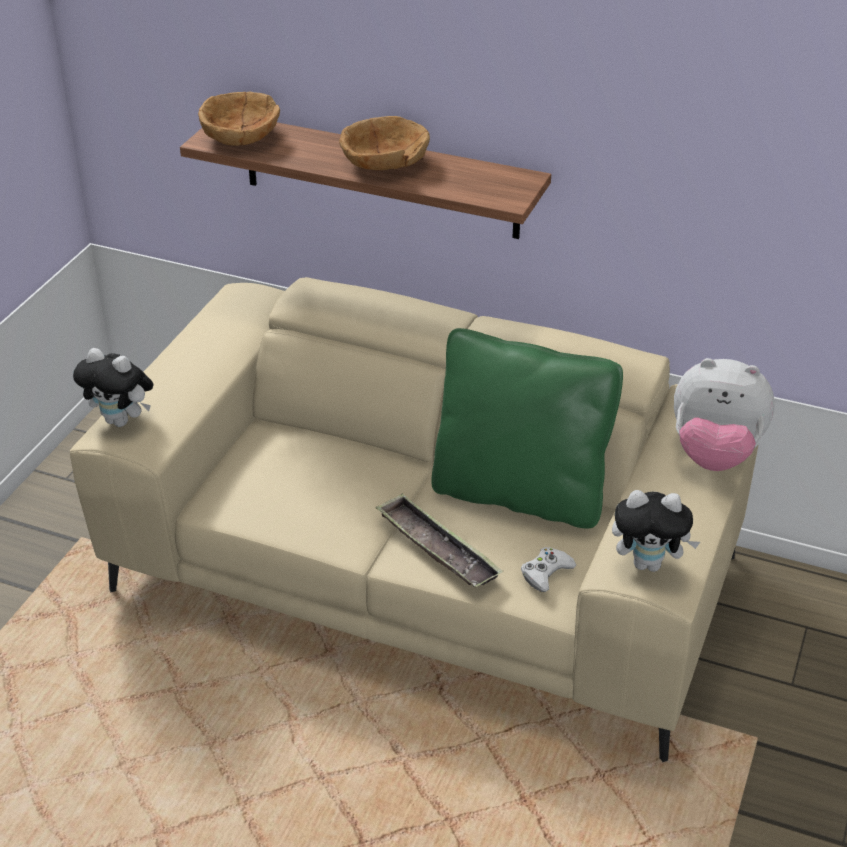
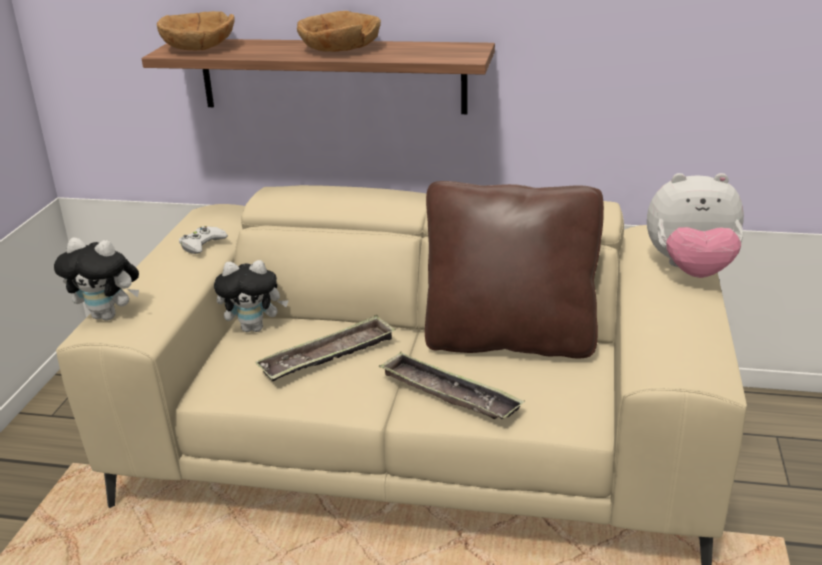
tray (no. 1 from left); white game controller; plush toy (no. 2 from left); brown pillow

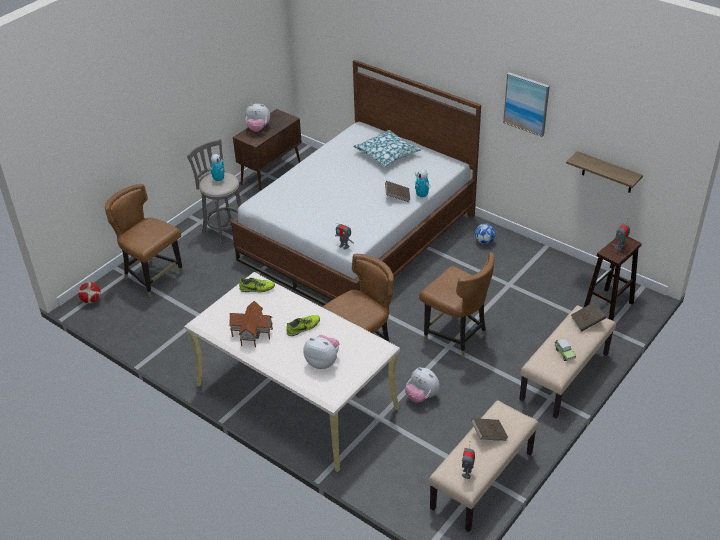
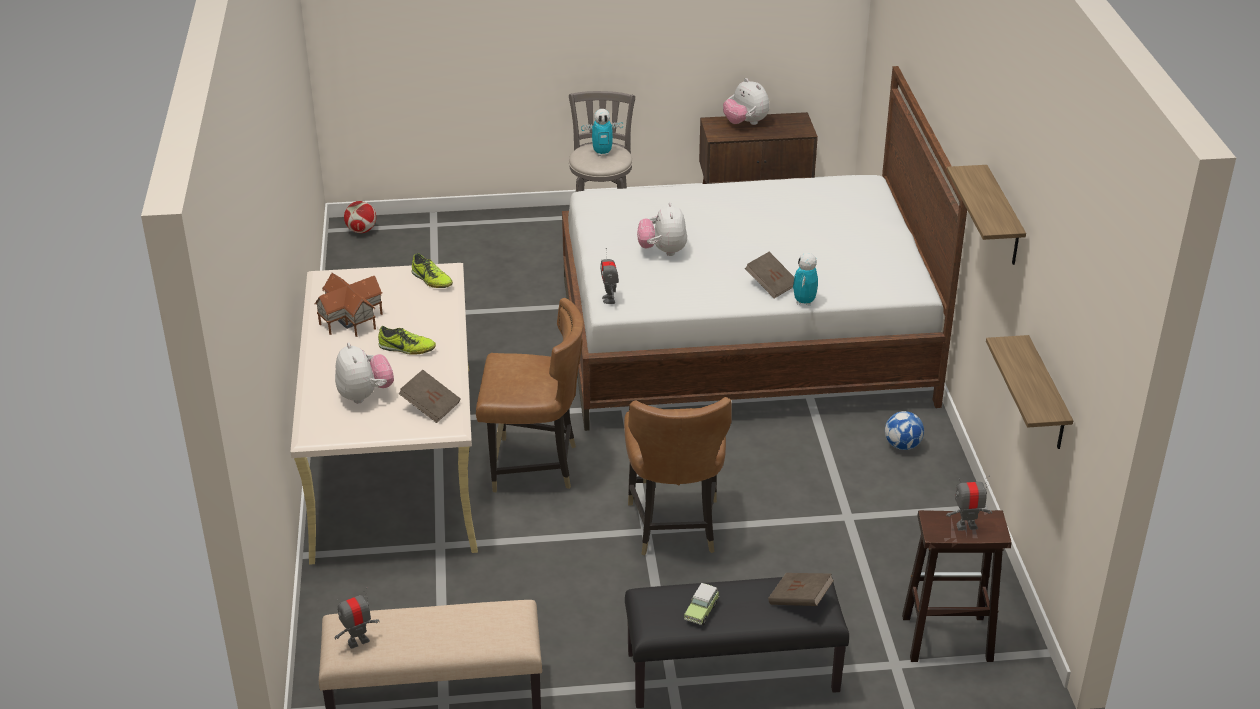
brown chair (no. 1 from left in the first image); pillow; plush toy (no. 2 from left); brown book (no. 1 from left); shelf (no. 1 from left); black bench

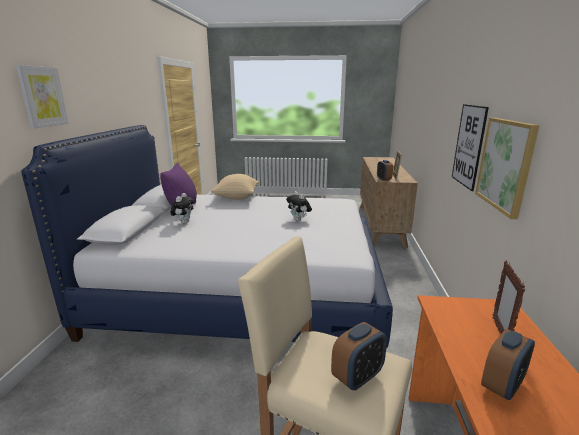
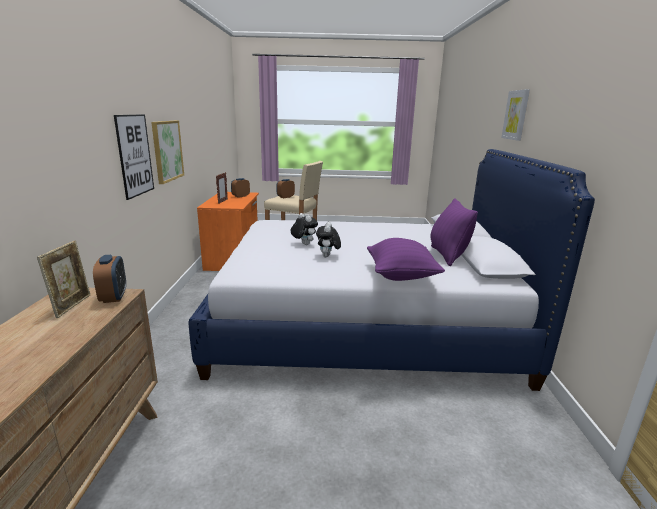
plush toy (no. 2 from left); purple pillow (no. 1 from left)

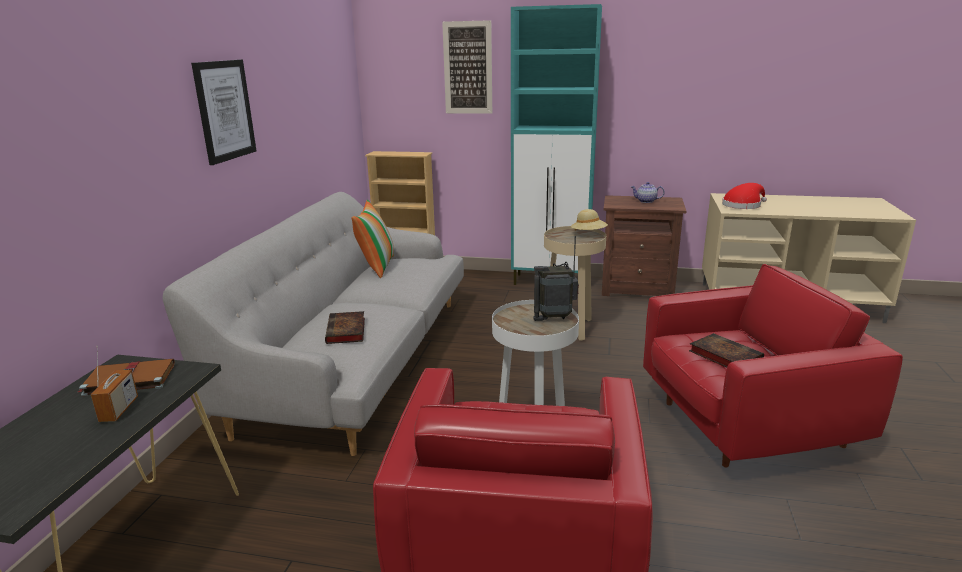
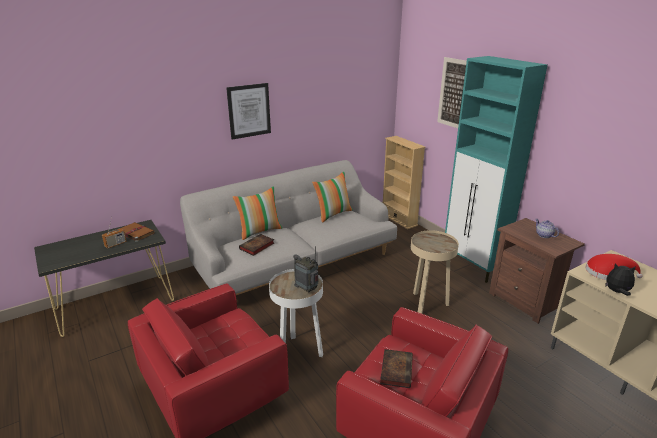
beige hat; pillow (no. 1 from left); plush toy

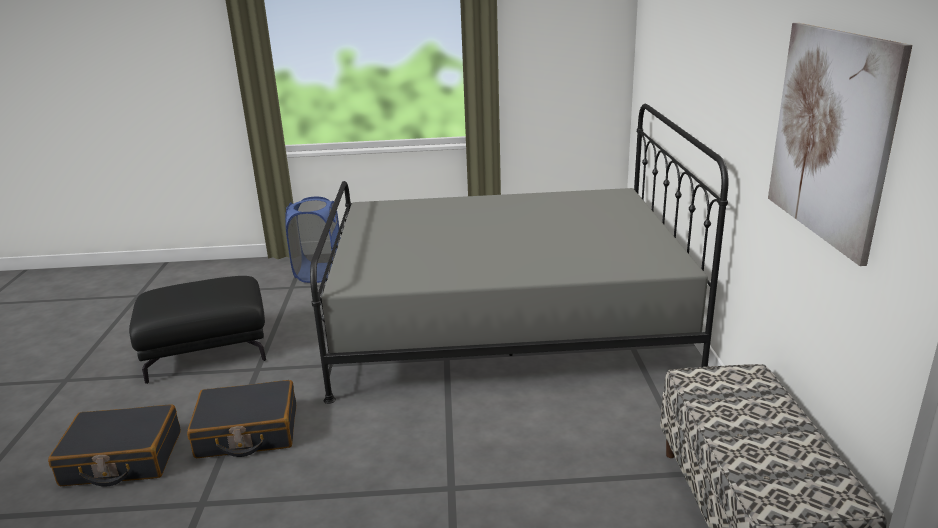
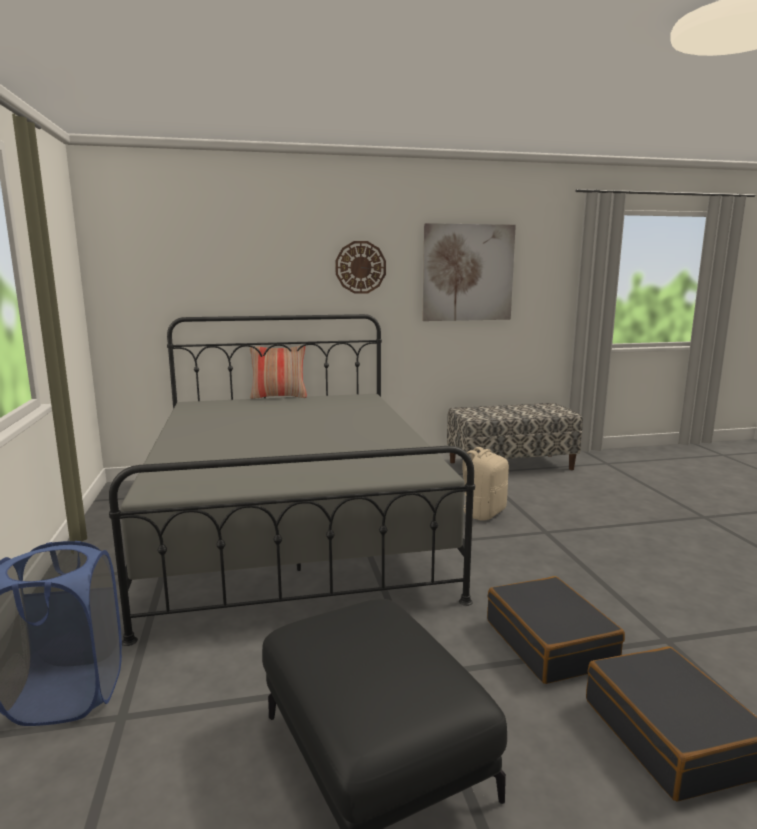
pillow; wall clock; beige backpack

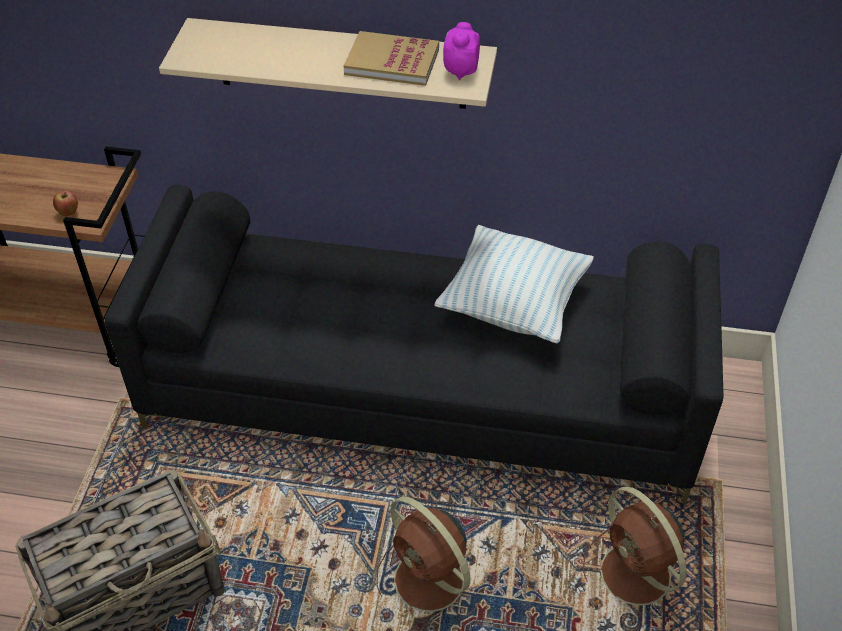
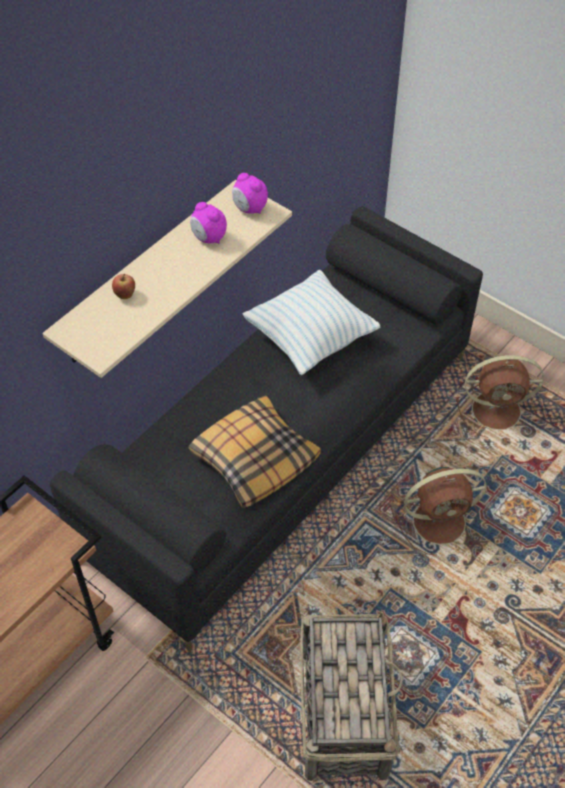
pillow (no. 1 from left); apple; alarm clock (no. 1 from left)

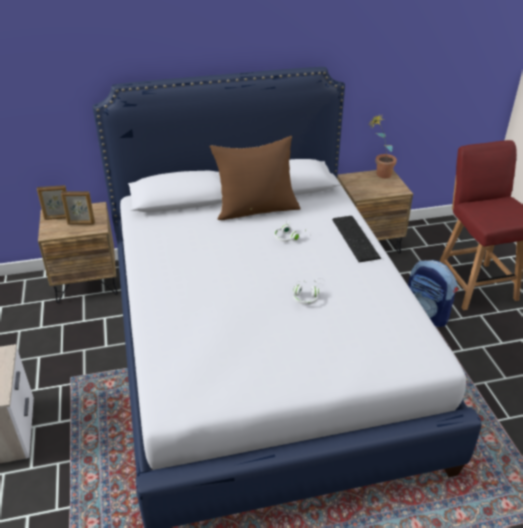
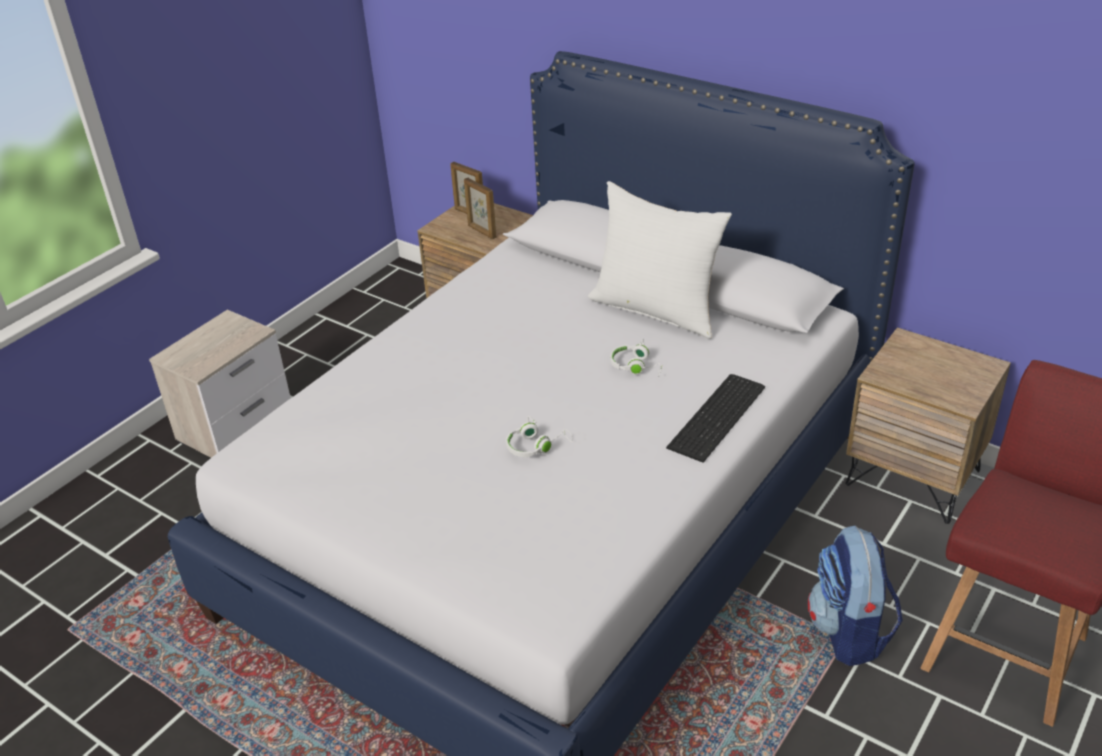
potted plant; white pillow

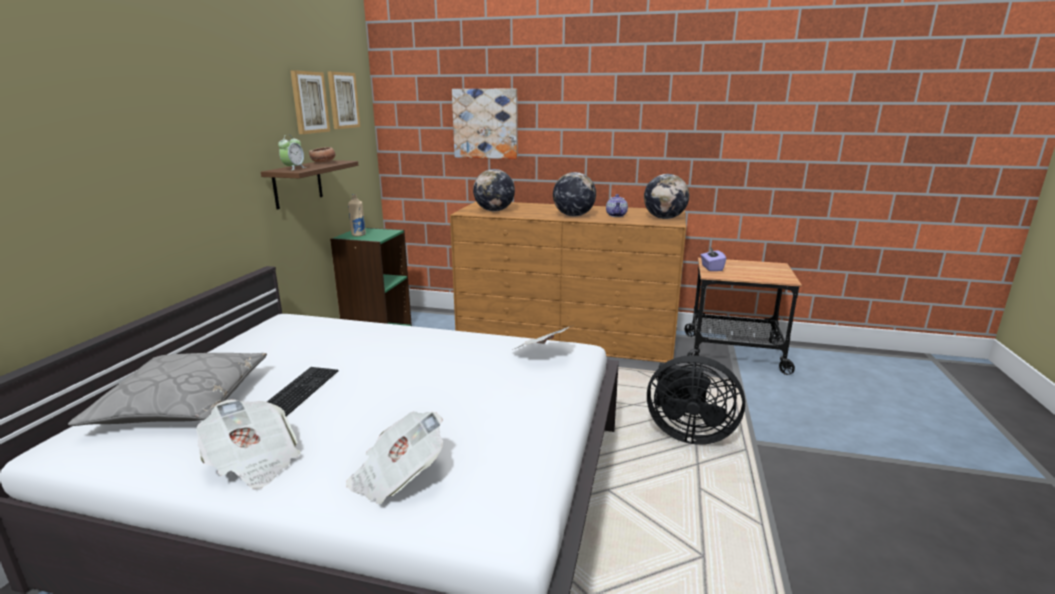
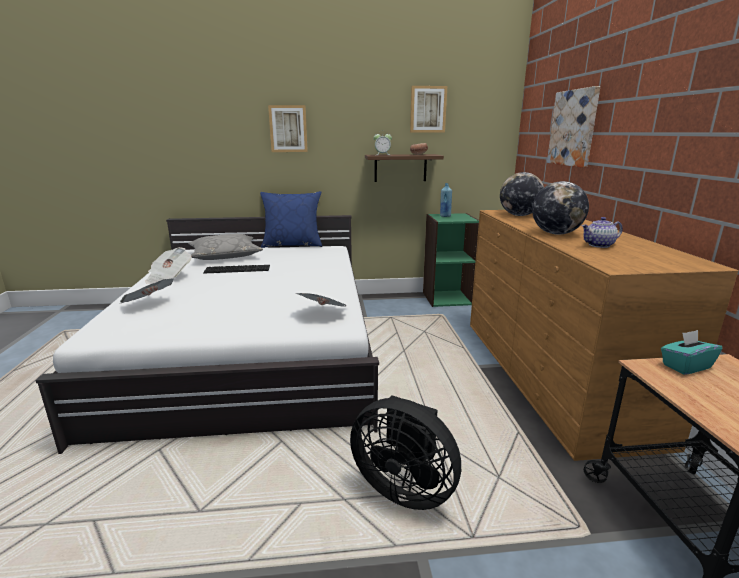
globe (no. 3 from left in the first image); blue pillow; picture (no. 1 from left); blue bottle; turquoise tissue box; black fan

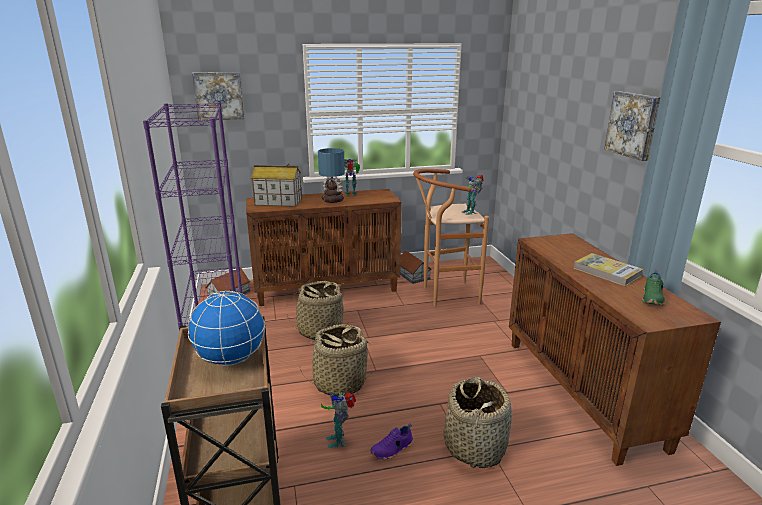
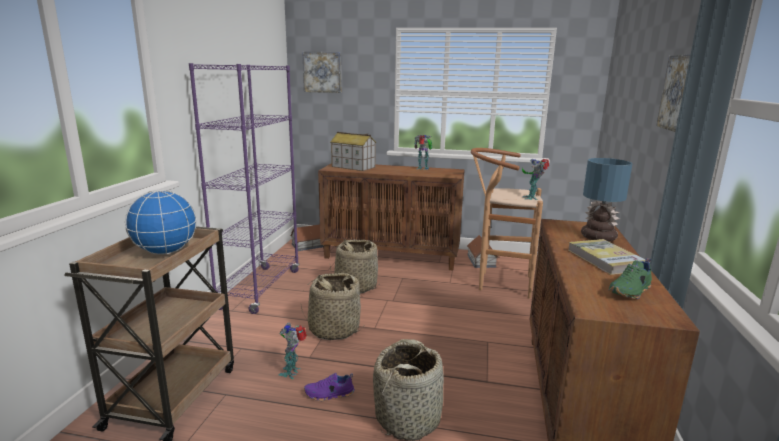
table lamp

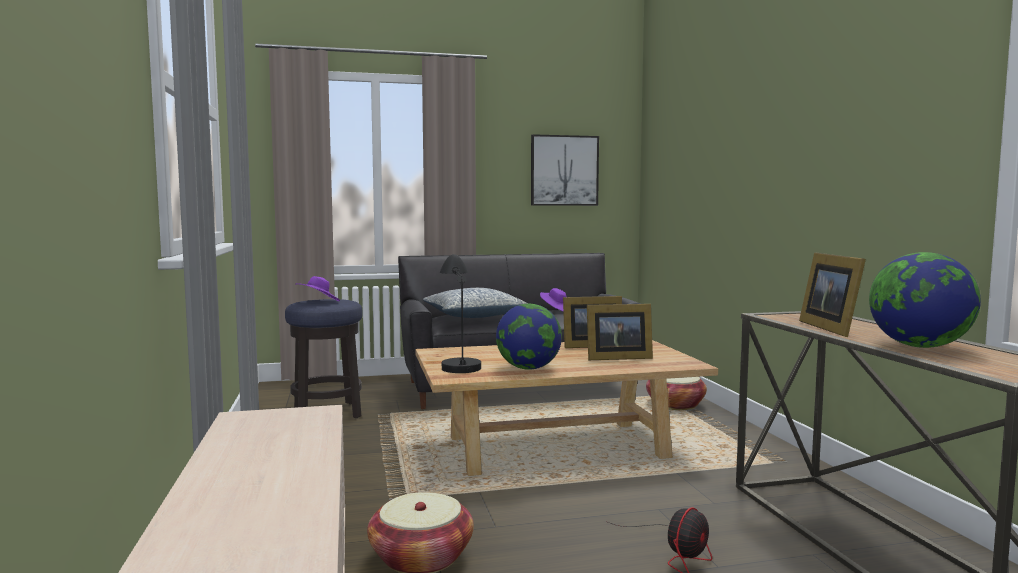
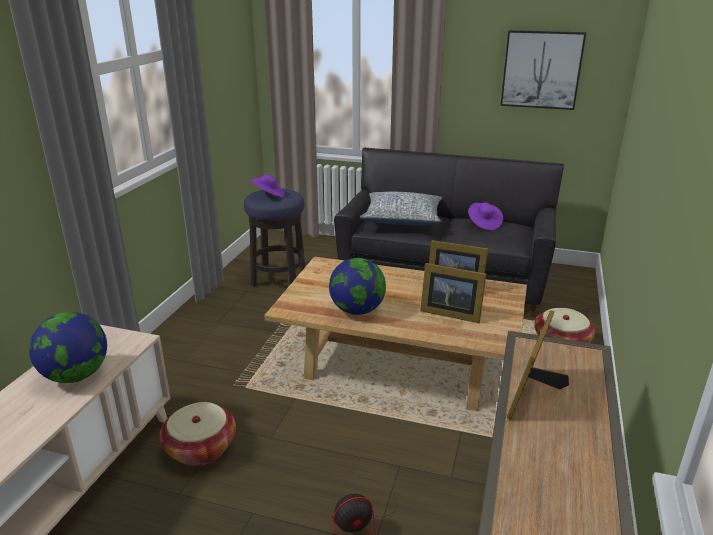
black table lamp; globe (no. 1 from left)

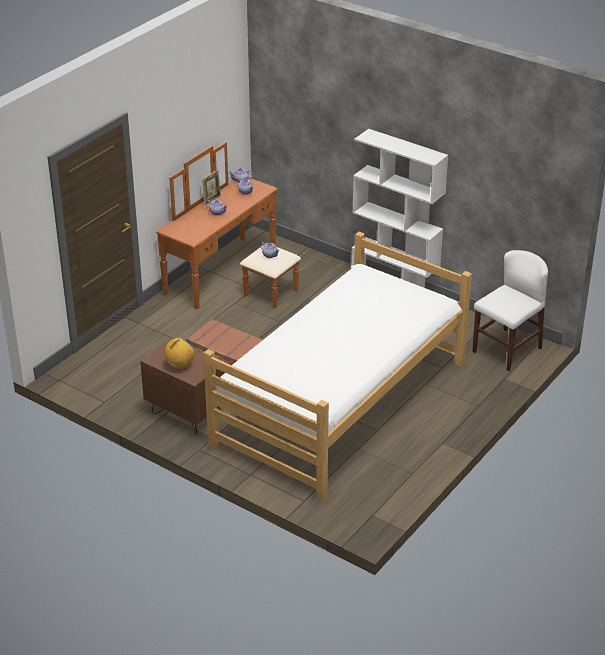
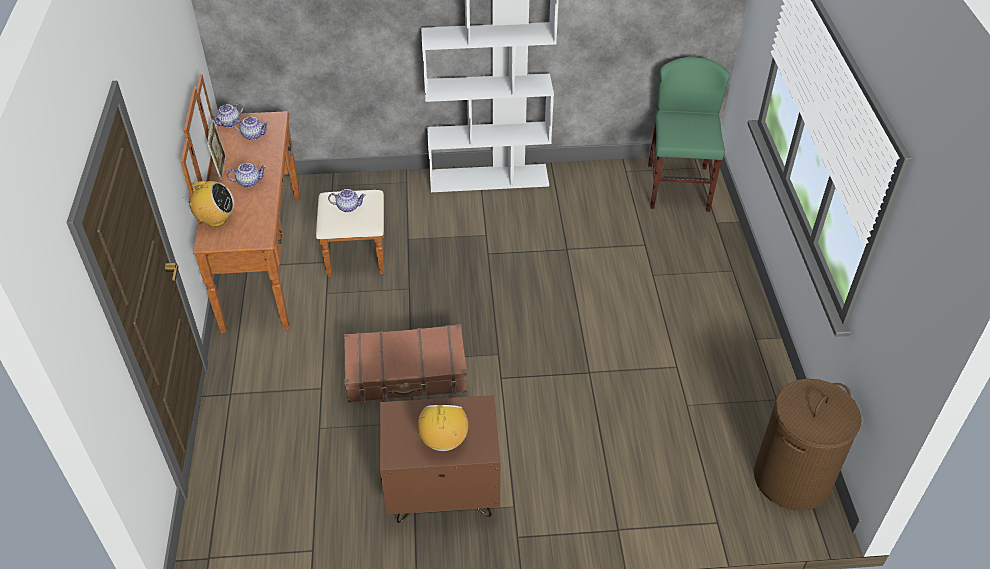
bed; radio (no. 1 from left); brown laundry basket; green chair

